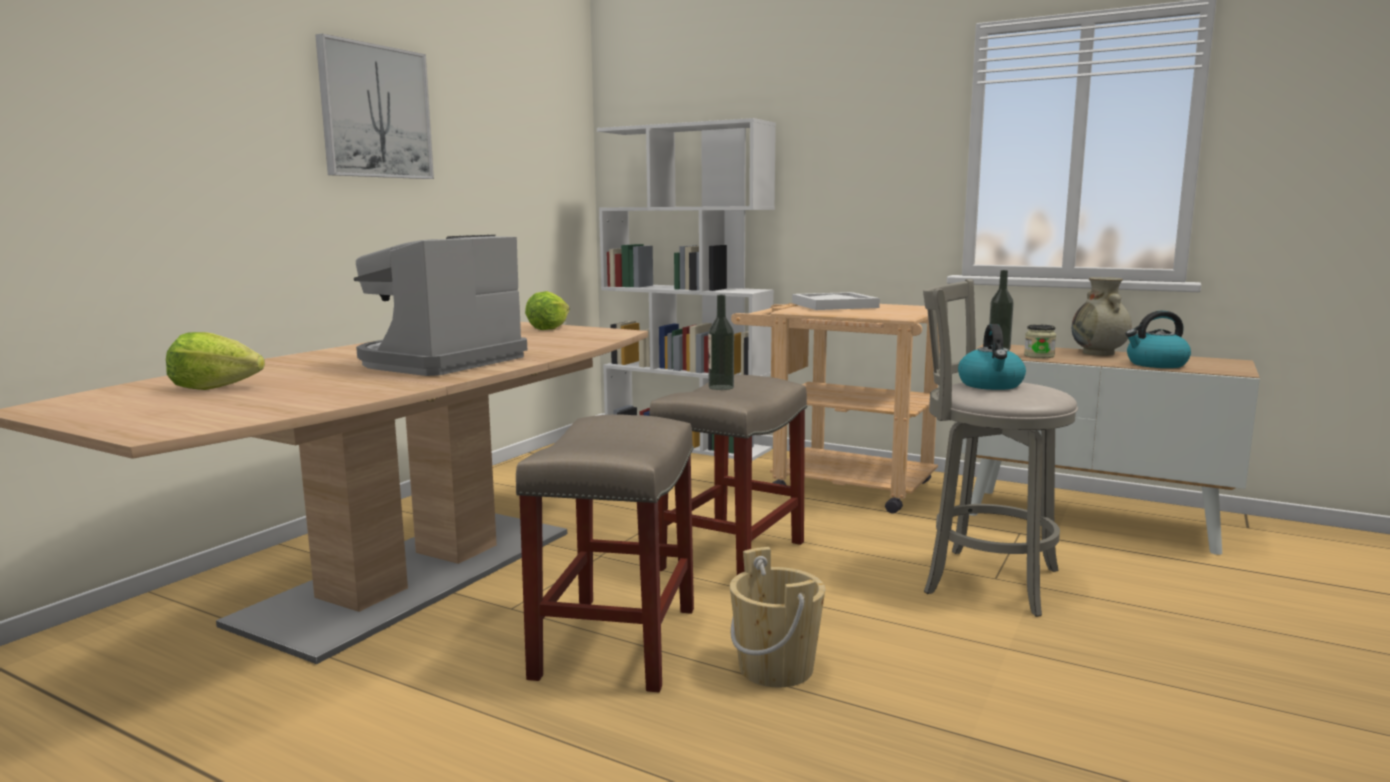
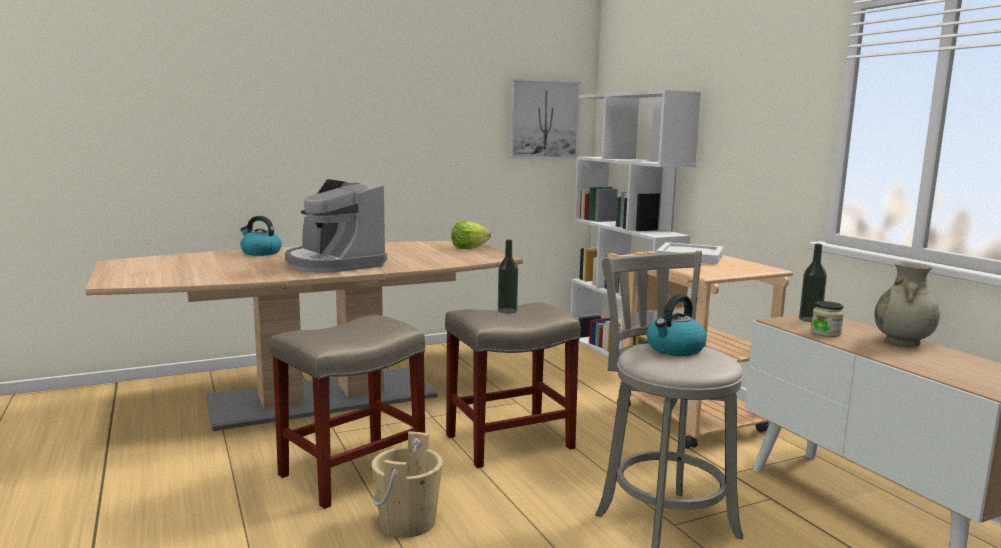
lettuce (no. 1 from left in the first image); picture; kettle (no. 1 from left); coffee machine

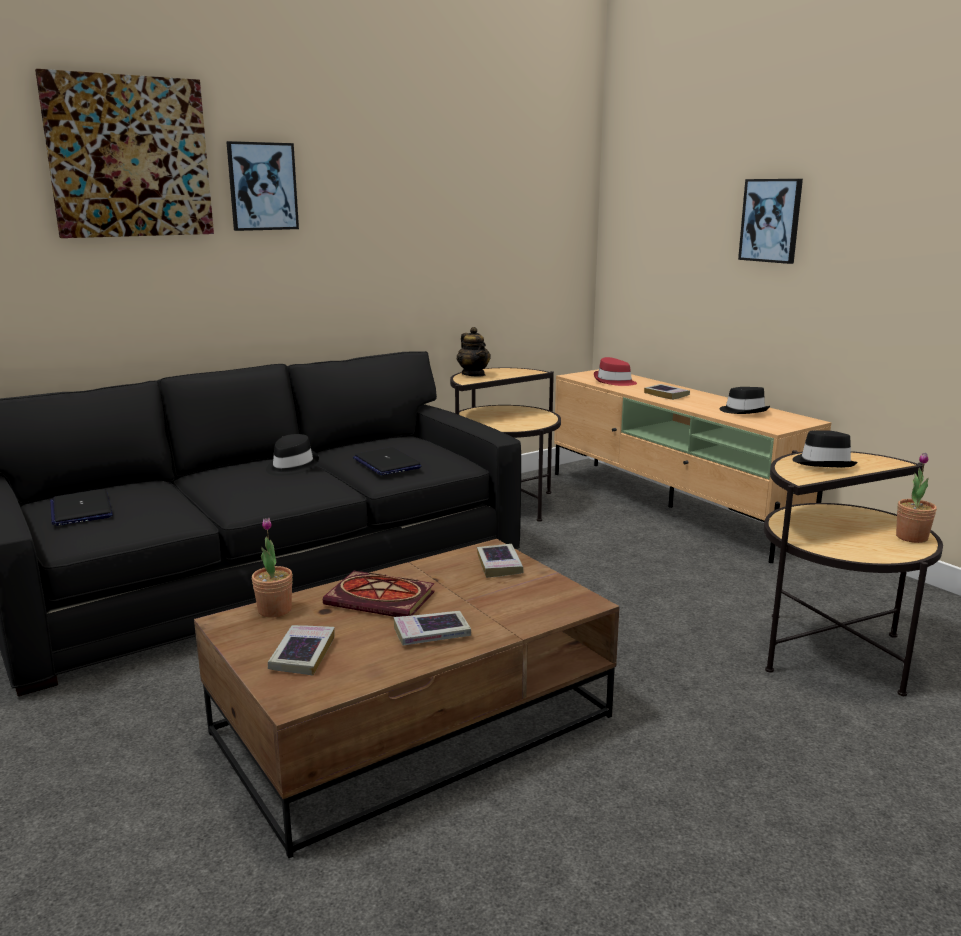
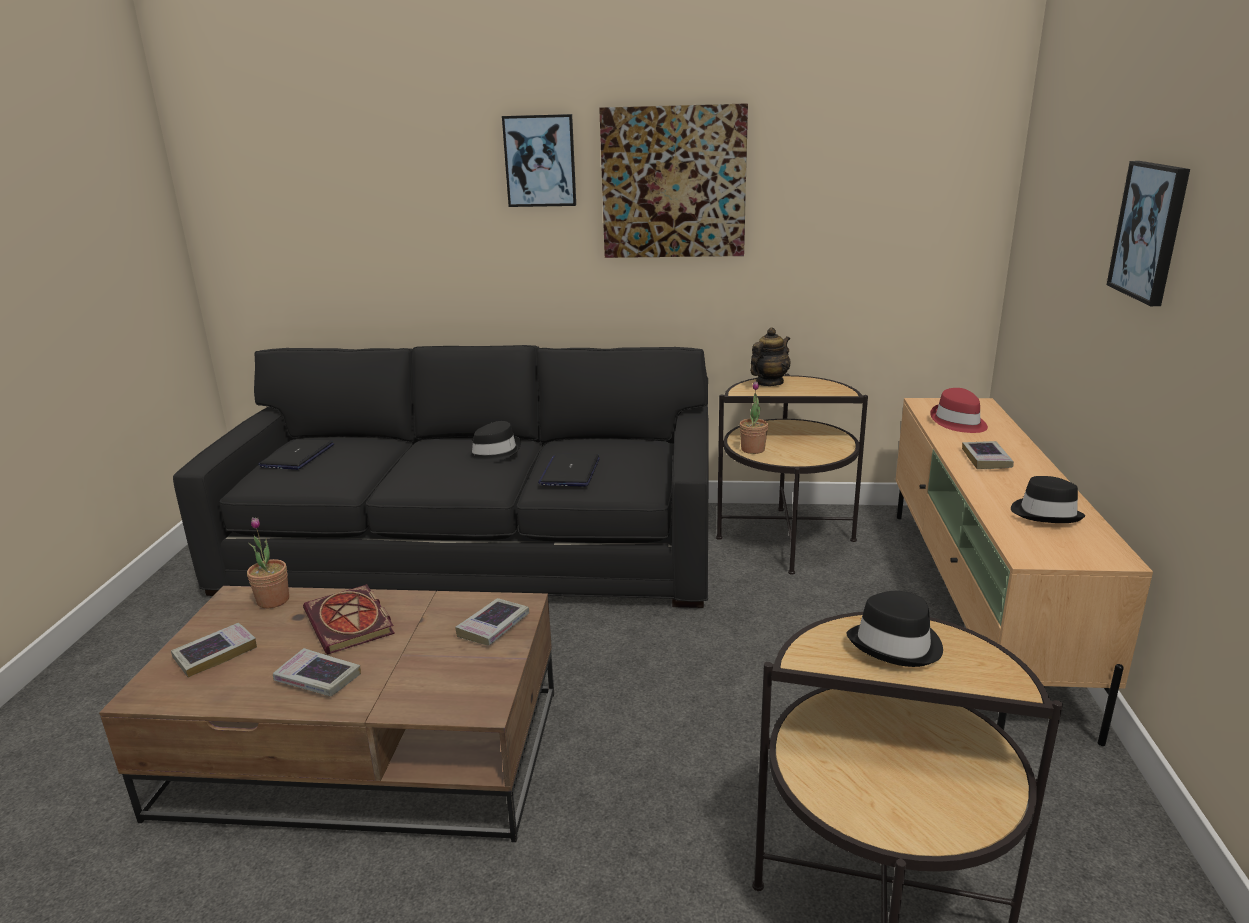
picture (no. 2 from left); potted plant (no. 2 from left); teapot

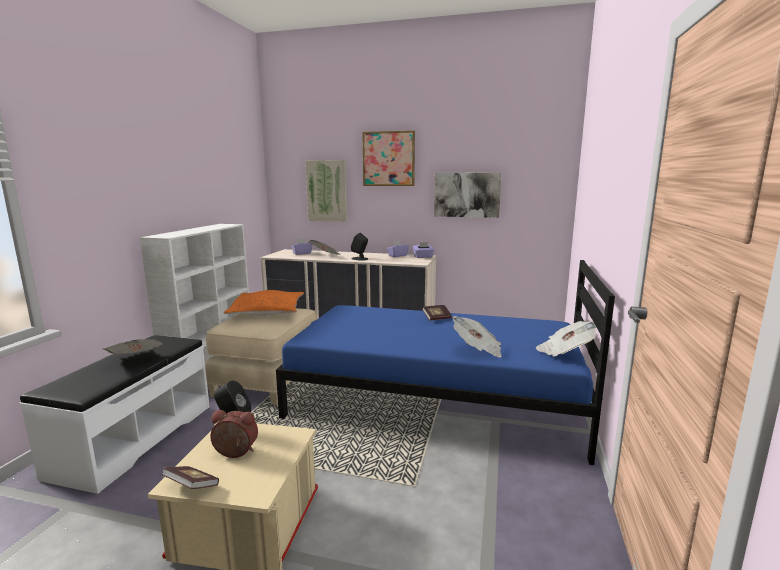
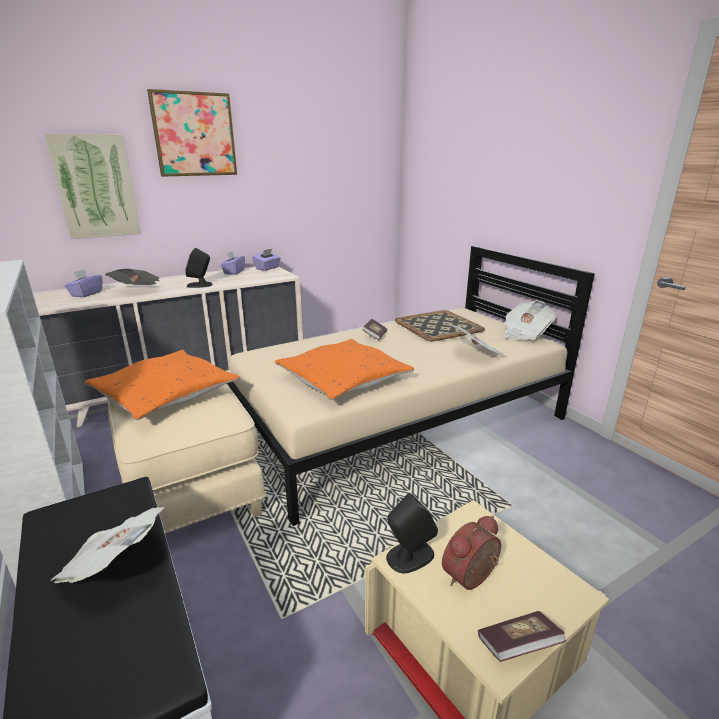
picture (no. 3 from left in the first image); orange pillow (no. 2 from left); tray; beige bed

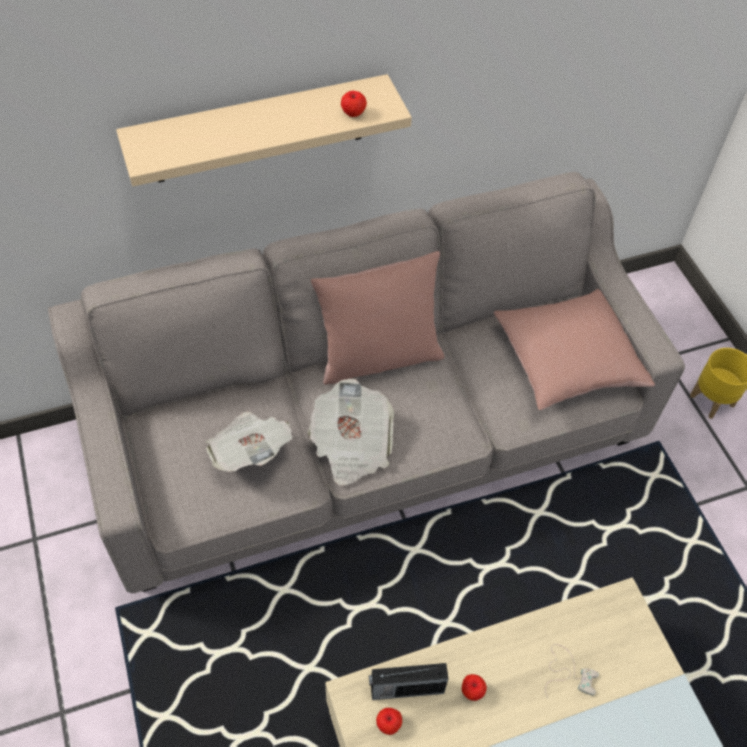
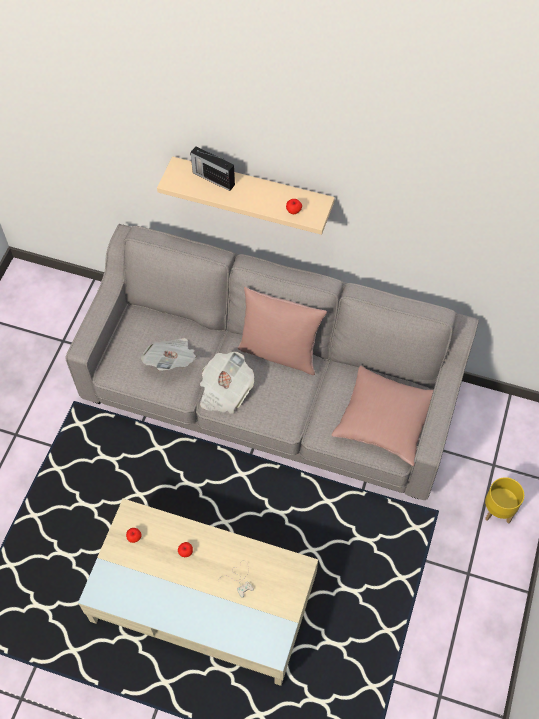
radio

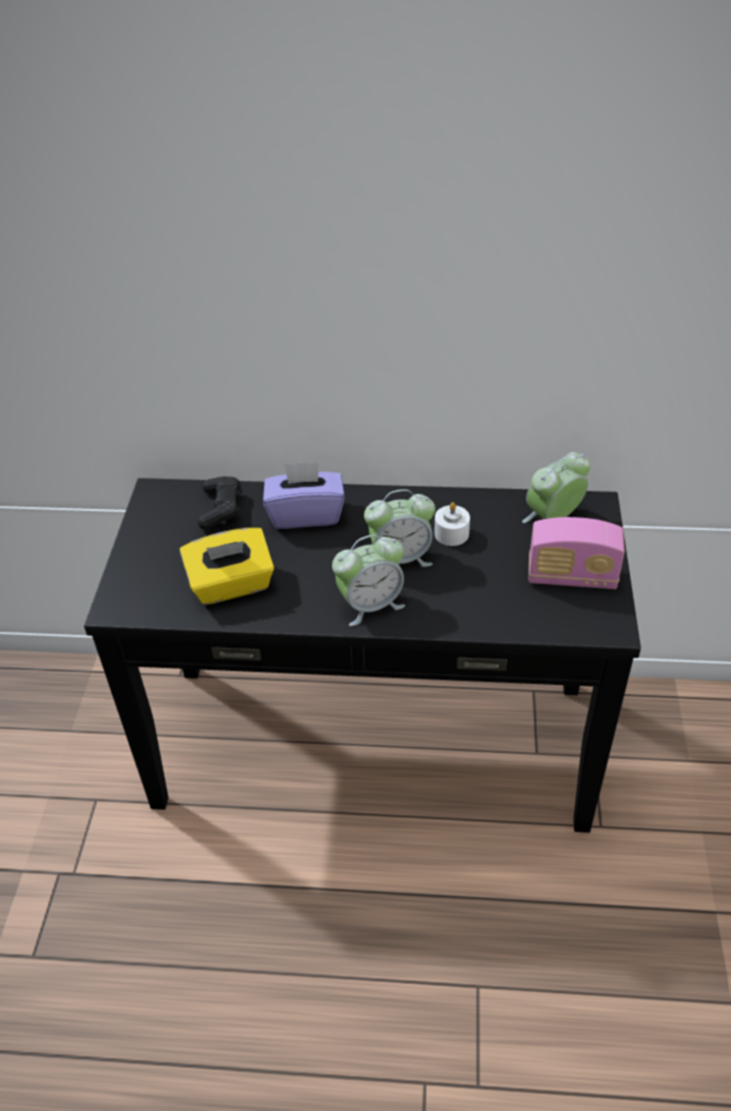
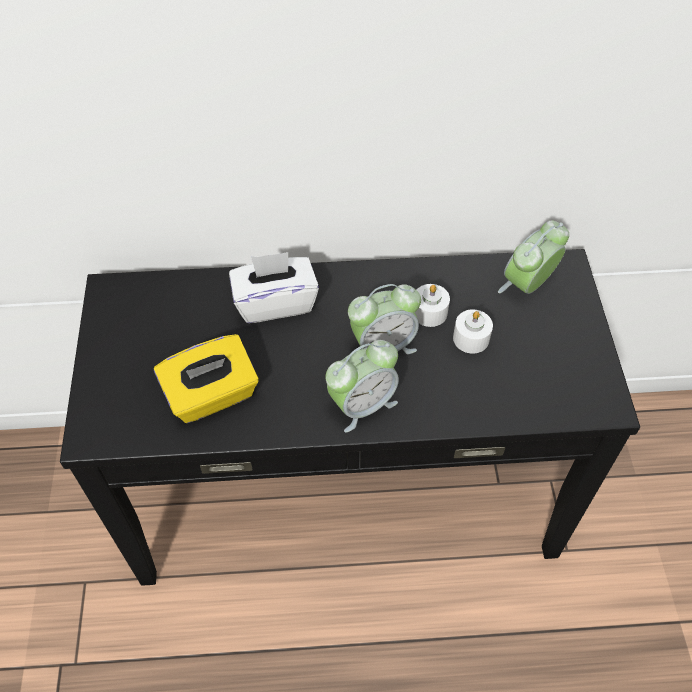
black game controller; radio; white candle (no. 2 from left); white tissue box

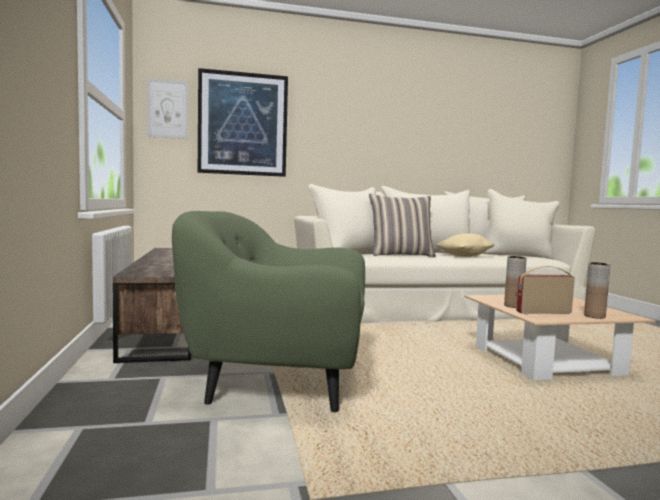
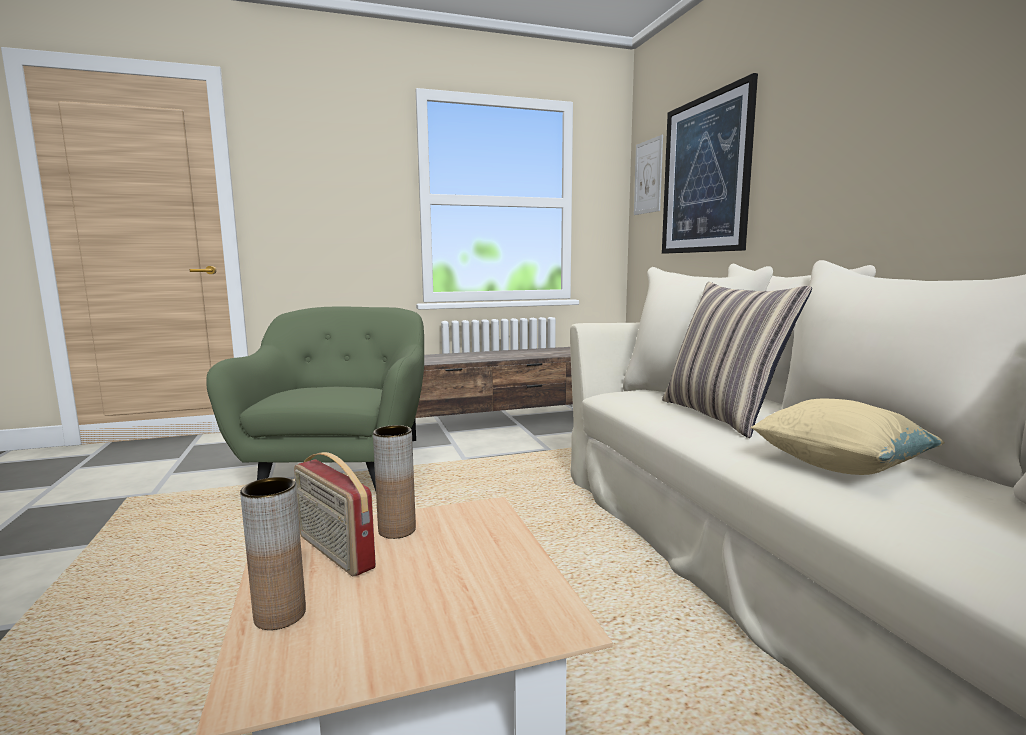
radio

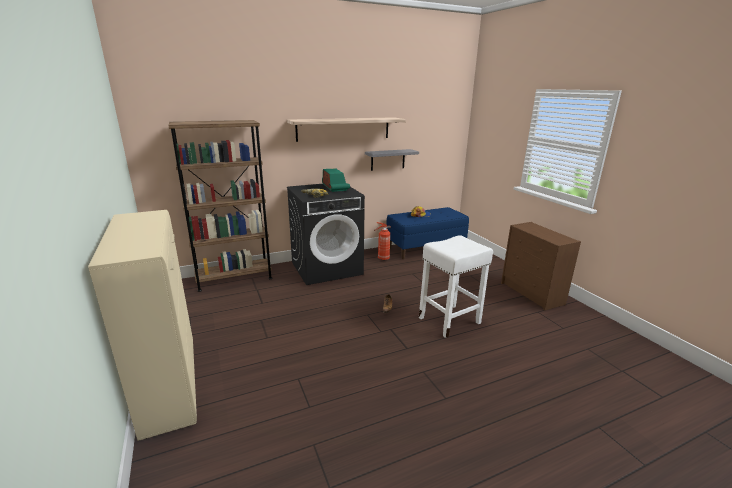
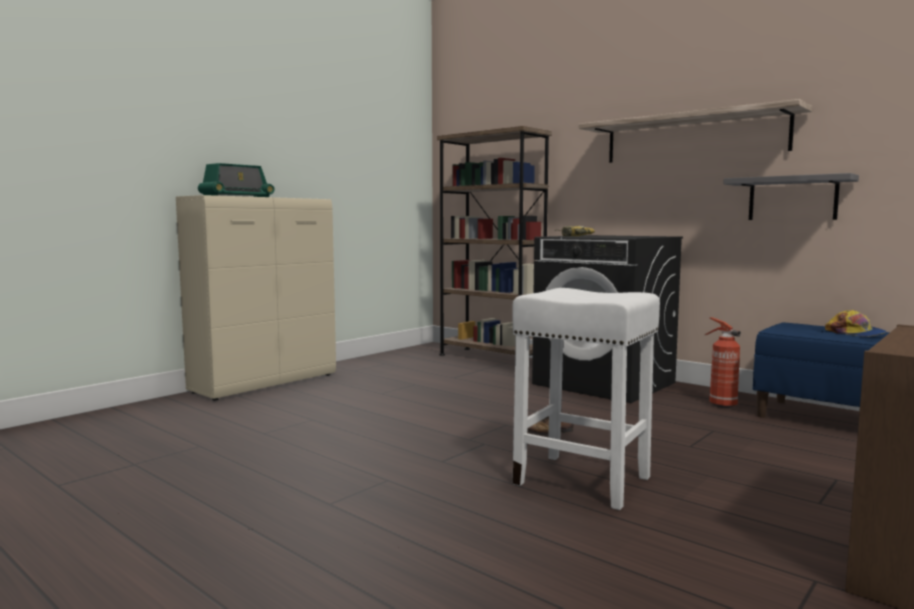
radio

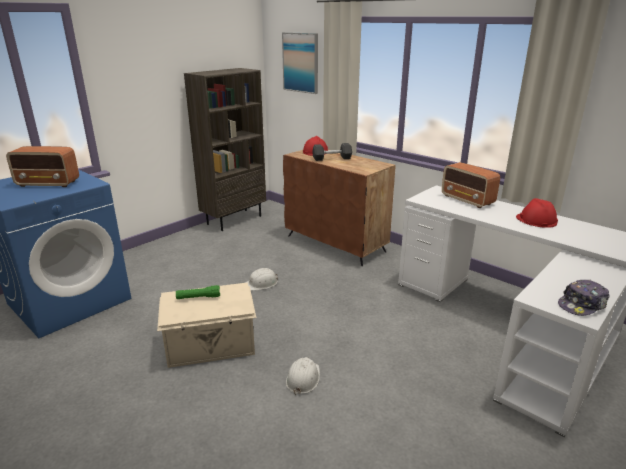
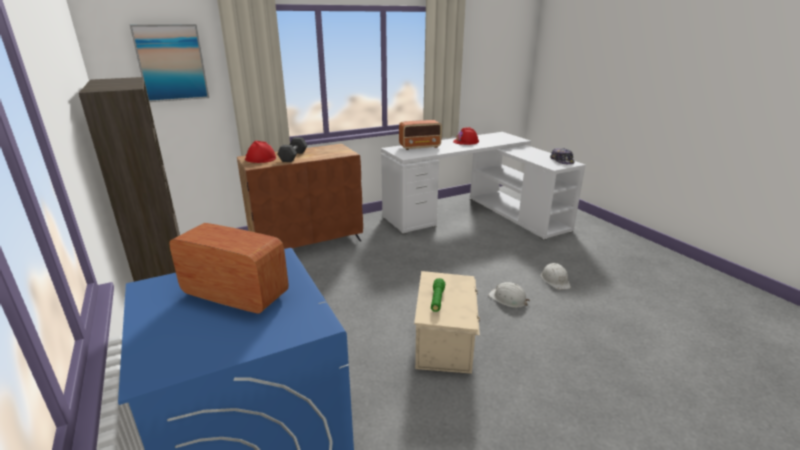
white hard hat (no. 2 from left); radio (no. 1 from left)

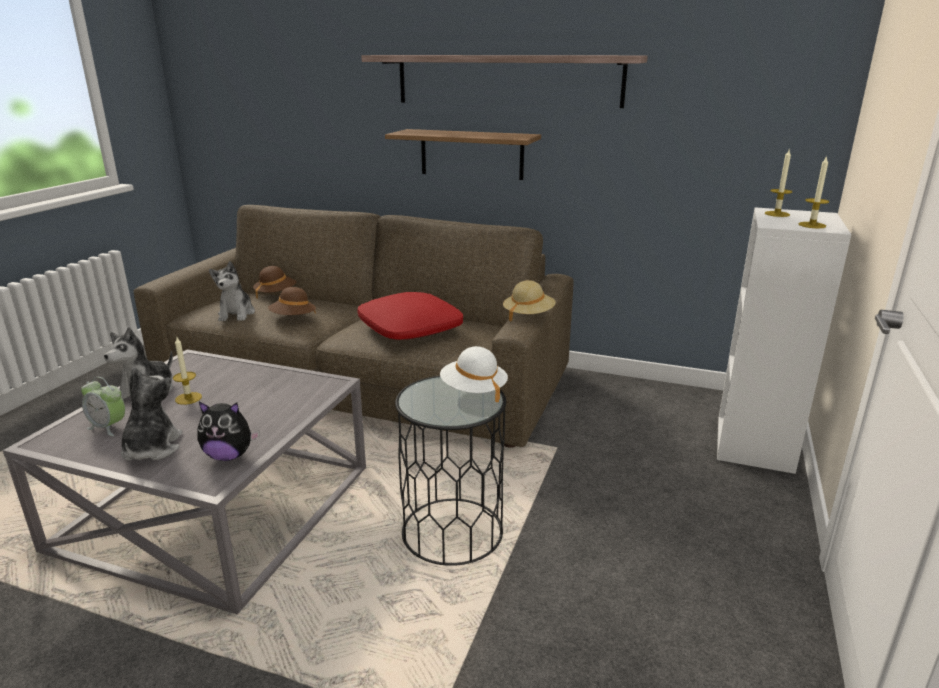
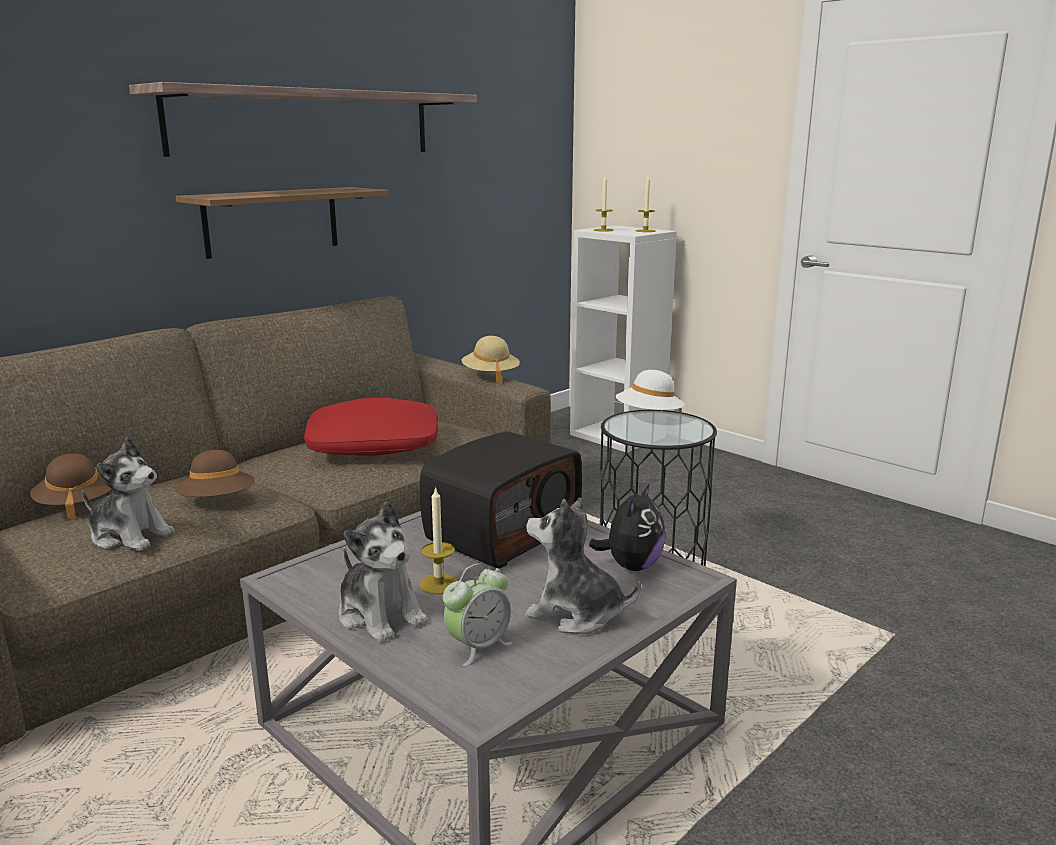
radio

